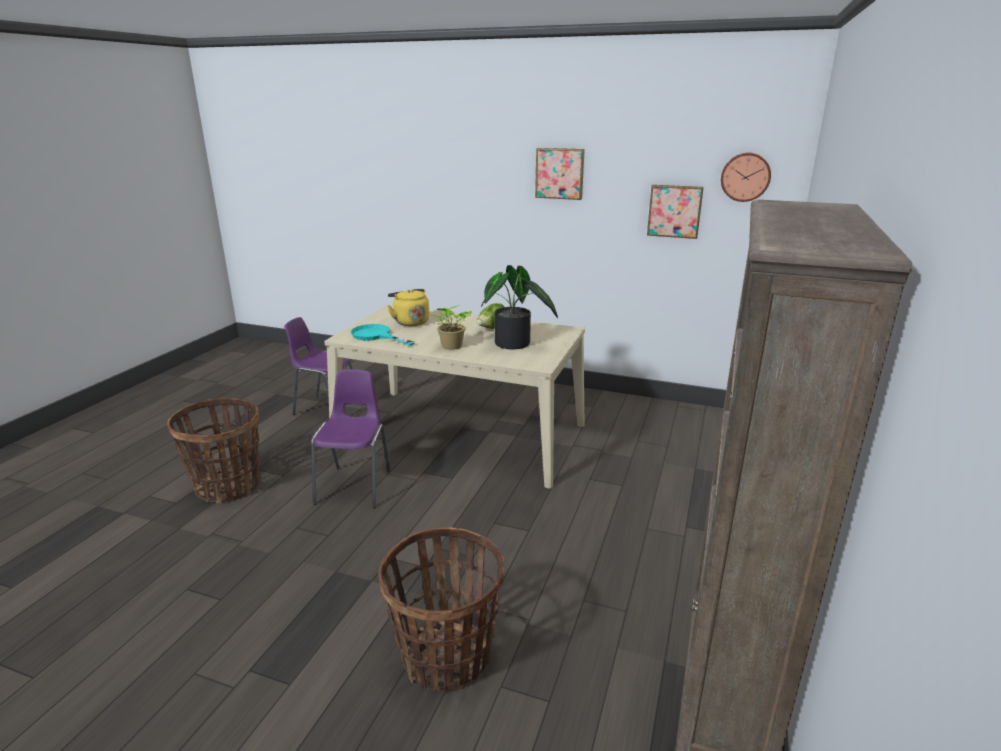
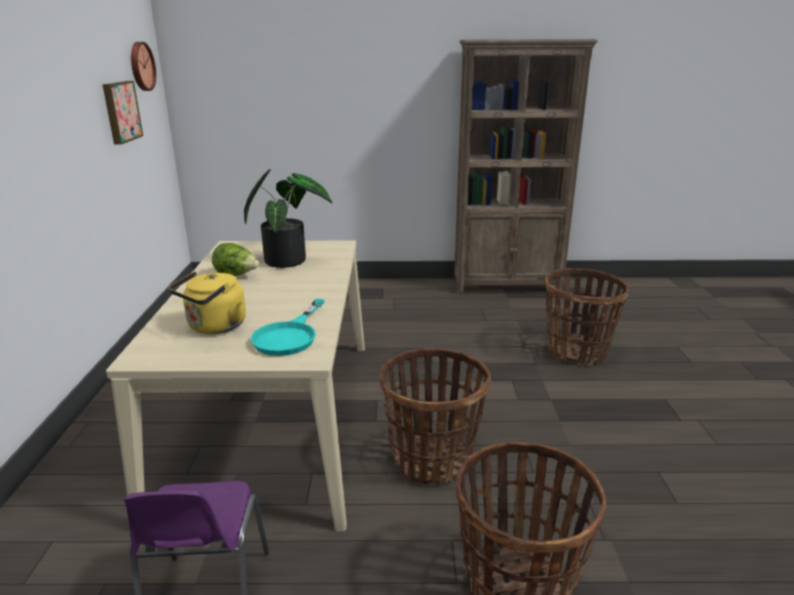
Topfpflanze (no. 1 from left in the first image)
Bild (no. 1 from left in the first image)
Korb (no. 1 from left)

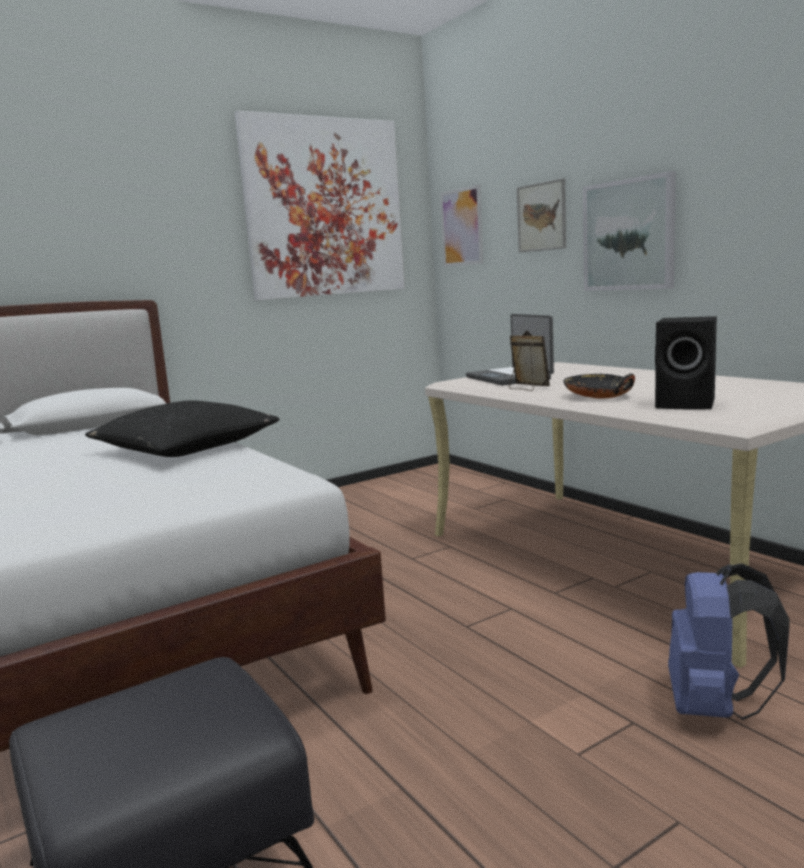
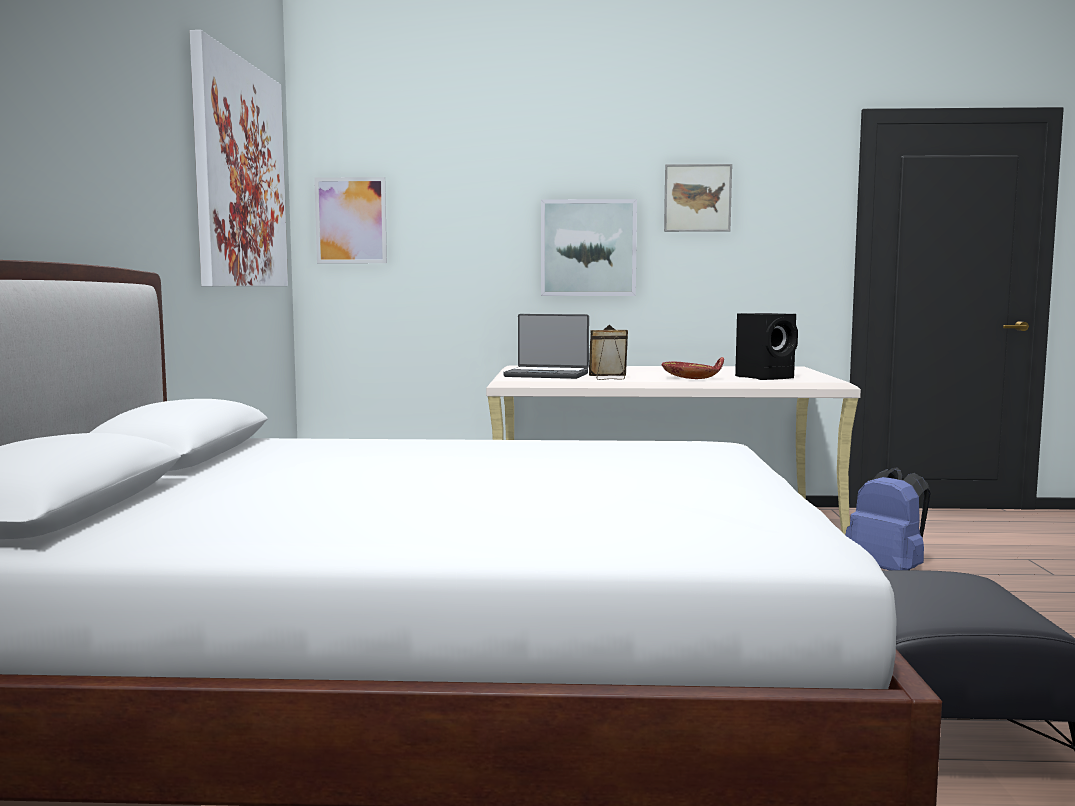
Kissen/schwarz
Bild (no. 4 from left)
Schüssel/rot

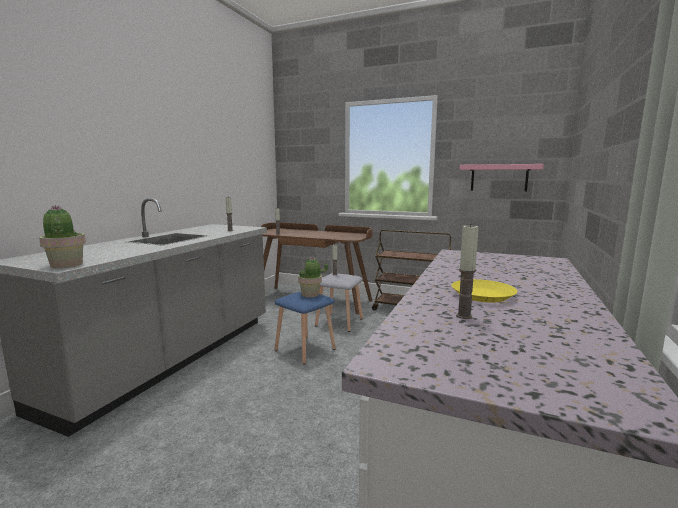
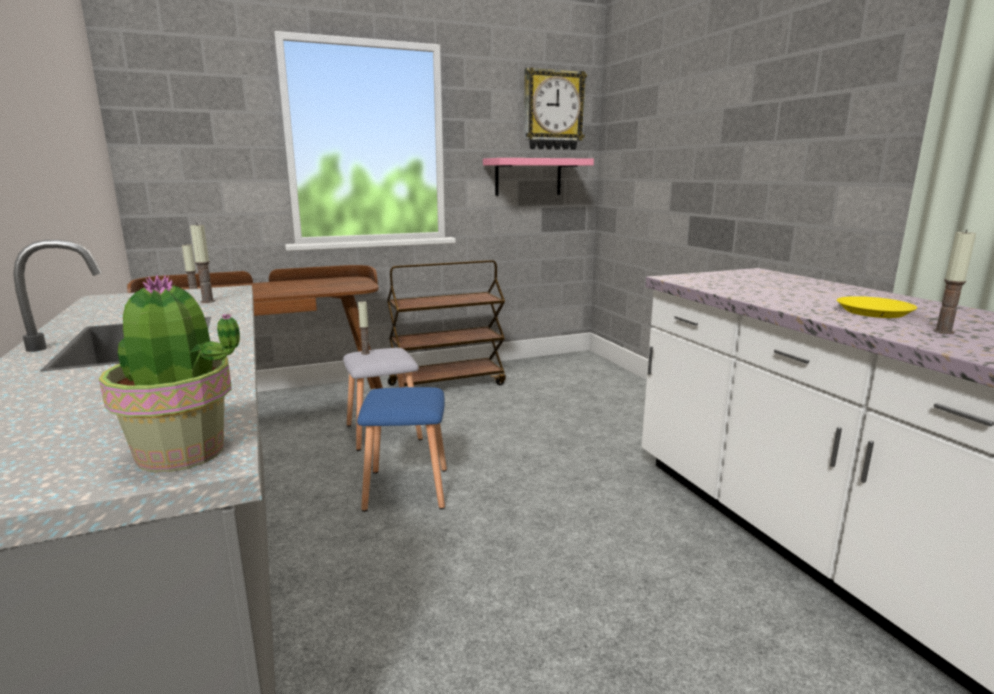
Topfpflanze (no. 2 from left in the first image)
Wanduhr

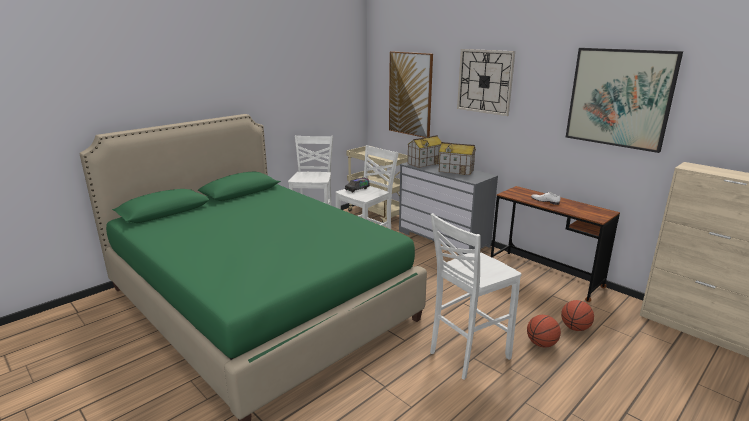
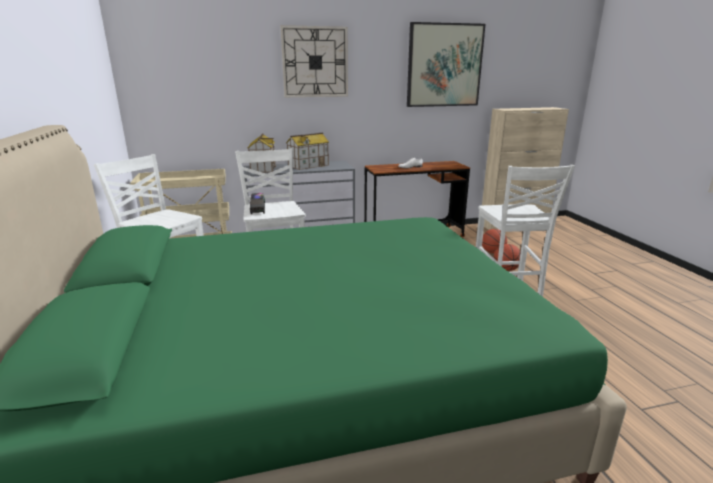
Bild (no. 1 from left in the first image)

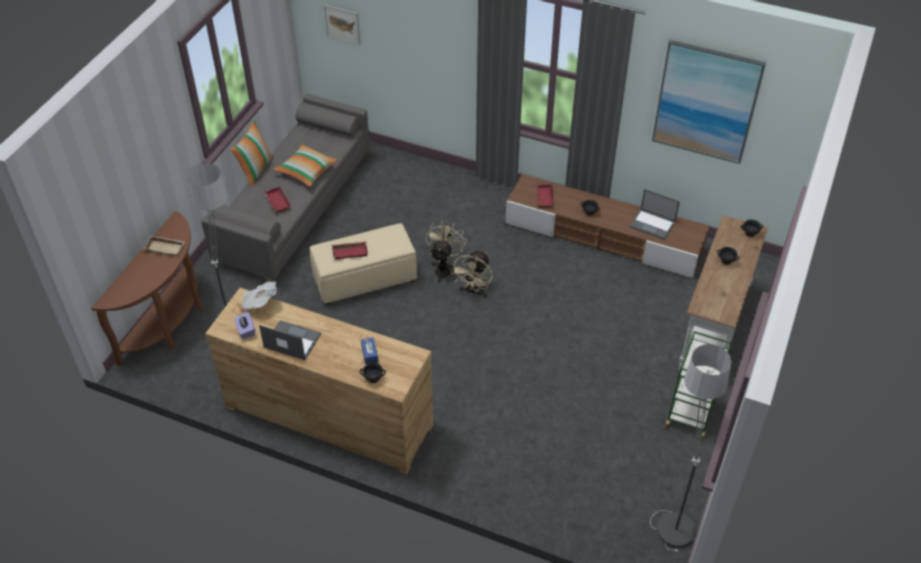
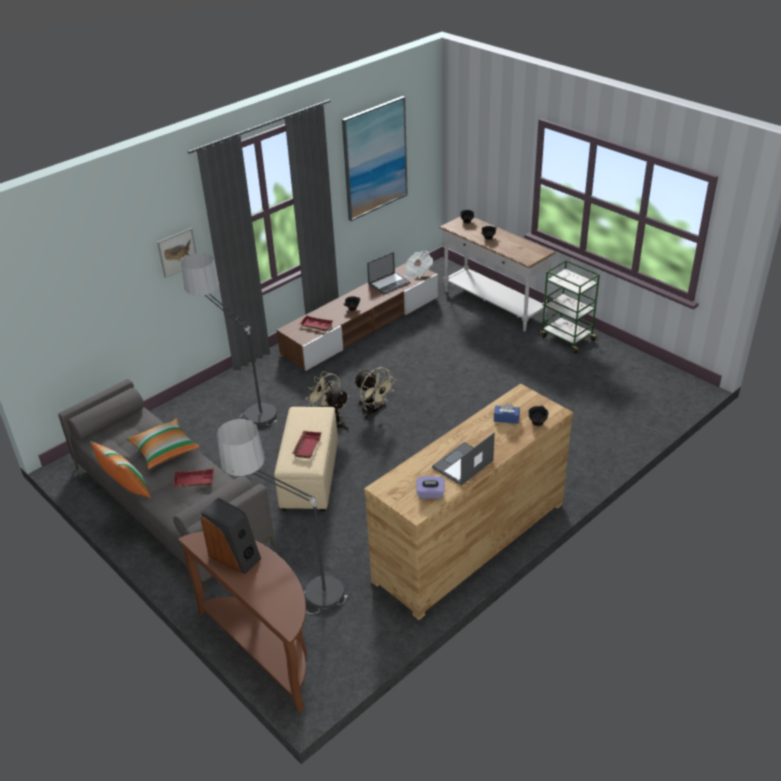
Zeitung
Bild (no. 1 from left)
Stehlampe (no. 1 from left)
Lautsprecher

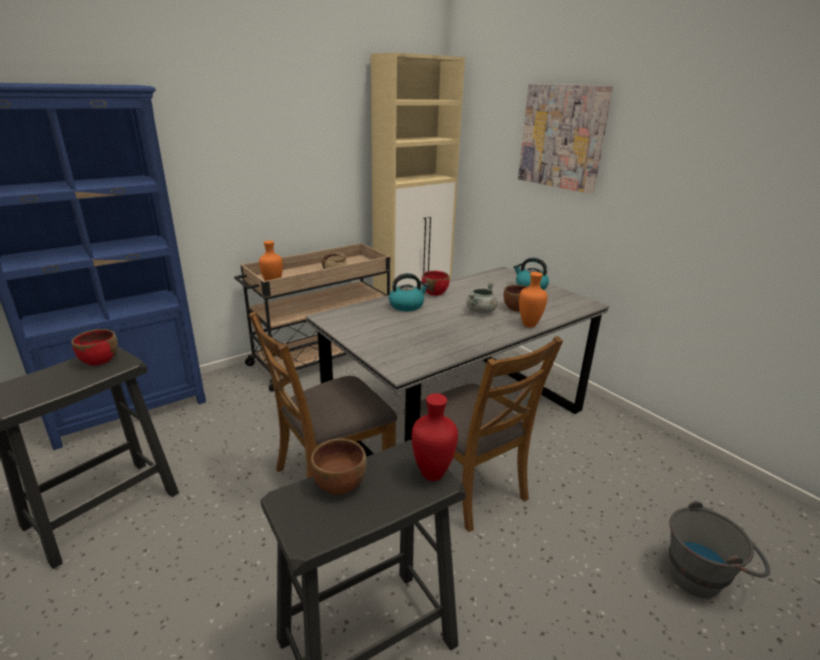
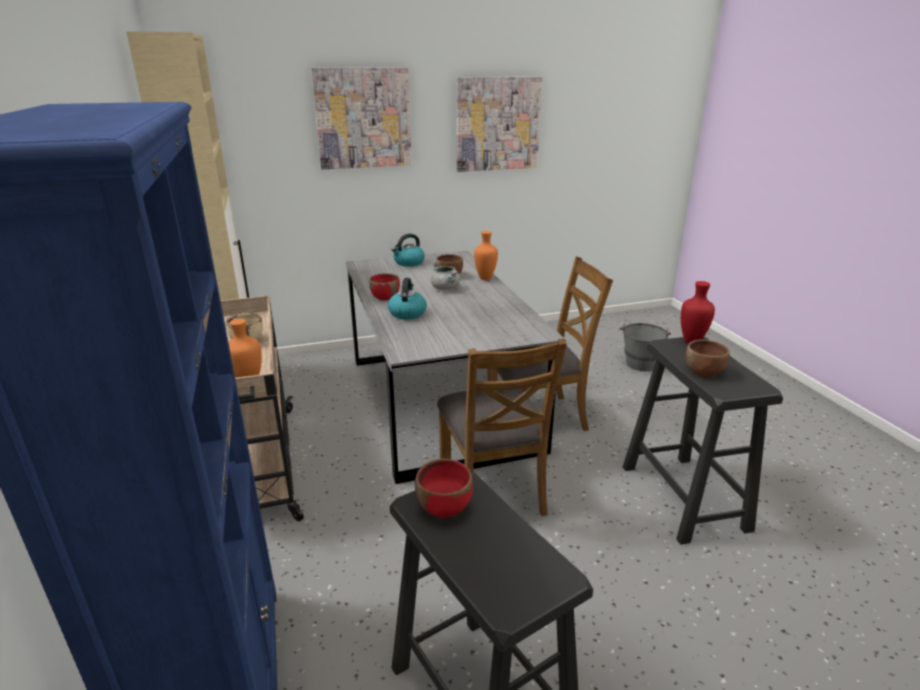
Bild (no. 2 from left)

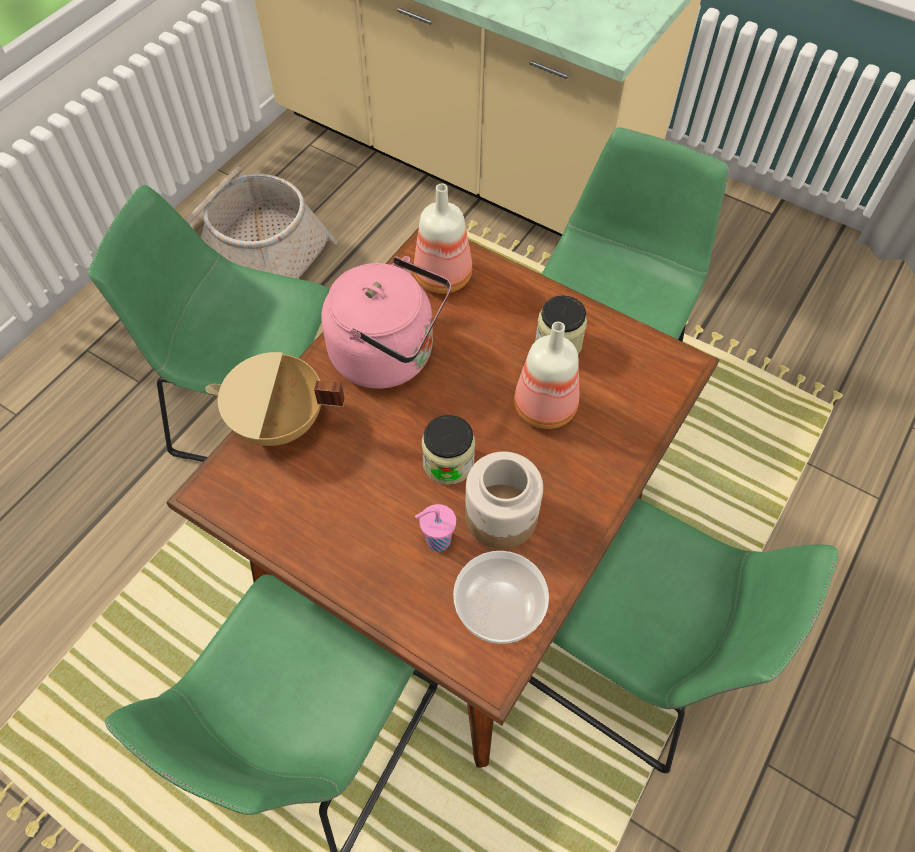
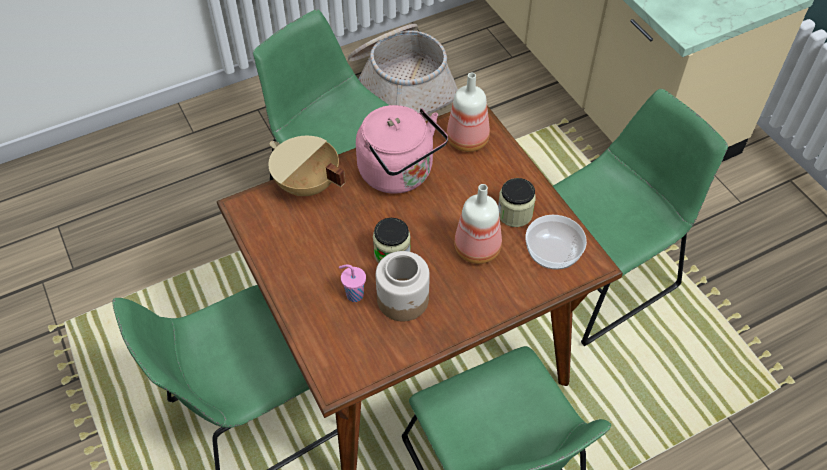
Schüssel

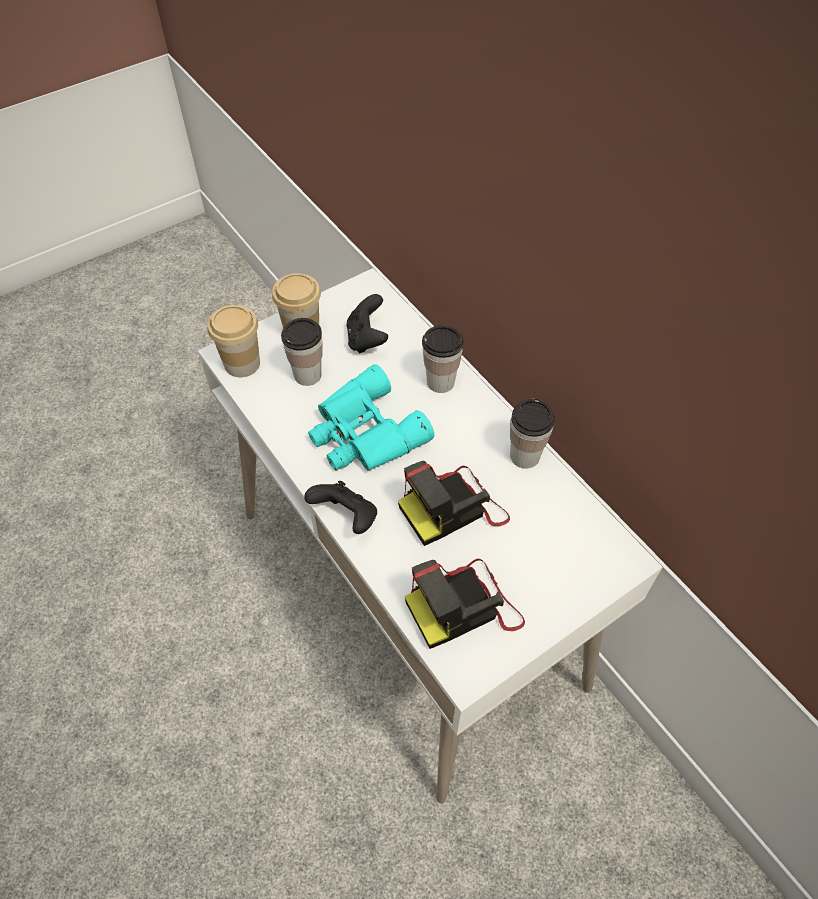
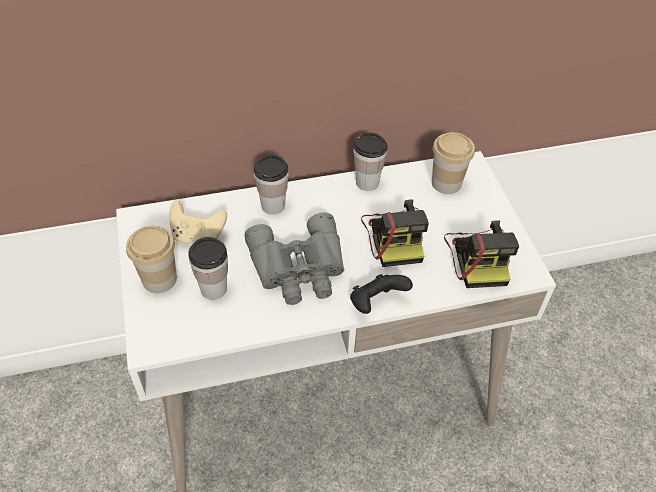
Tasse (no. 5 from left)
Fernglas/grau
Gamepad/beige

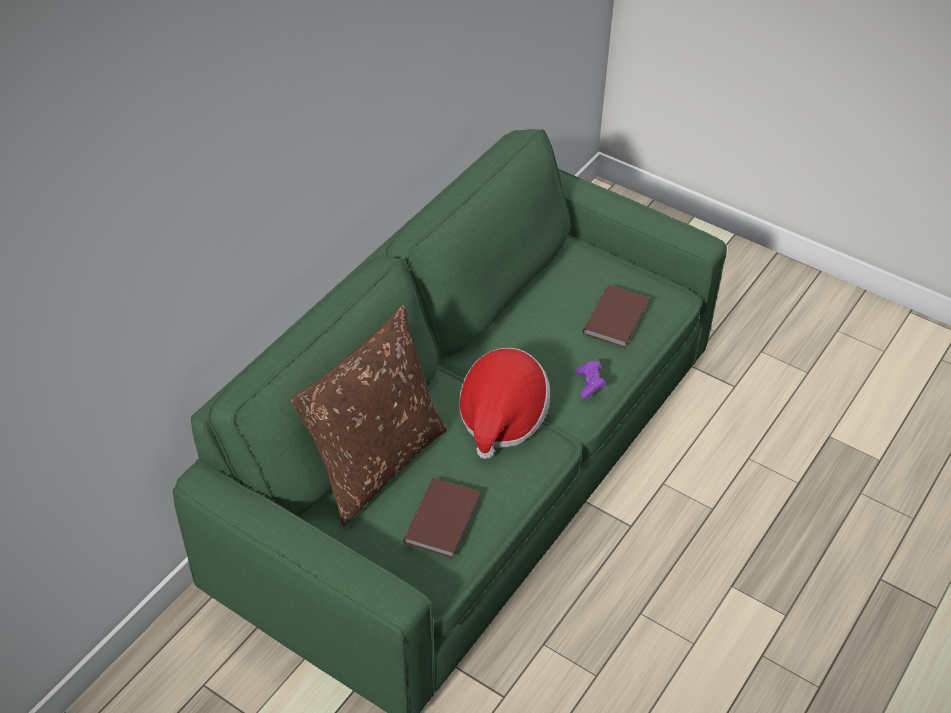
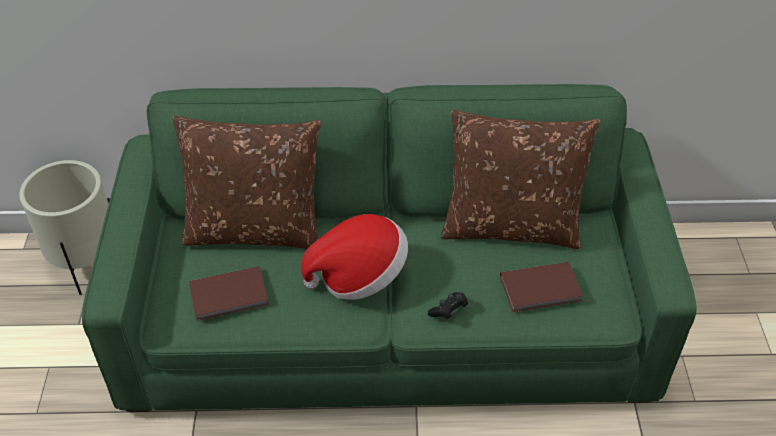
Pflanzkübel/beige
Kissen/braun (no. 2 from left)
Gamepad/schwarz

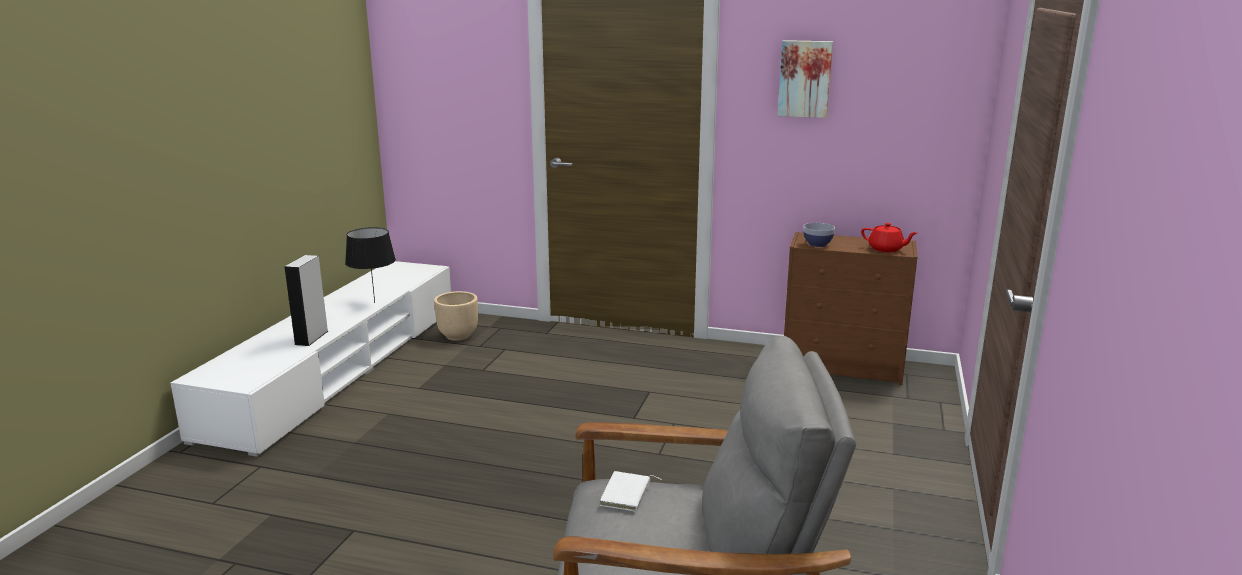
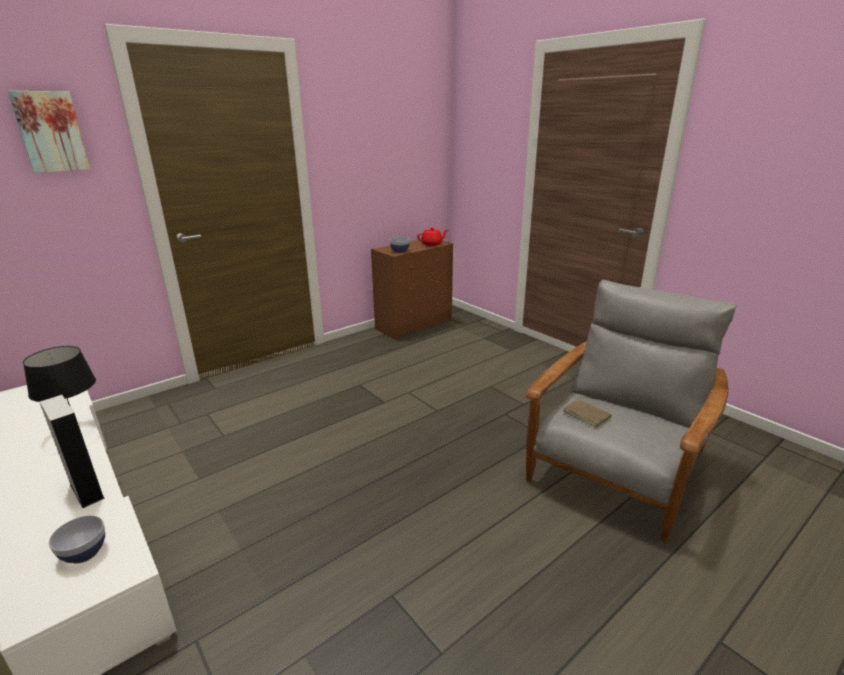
Pflanzkübel/beige
Schüssel (no. 1 from left)
Bild
Buch/braun

